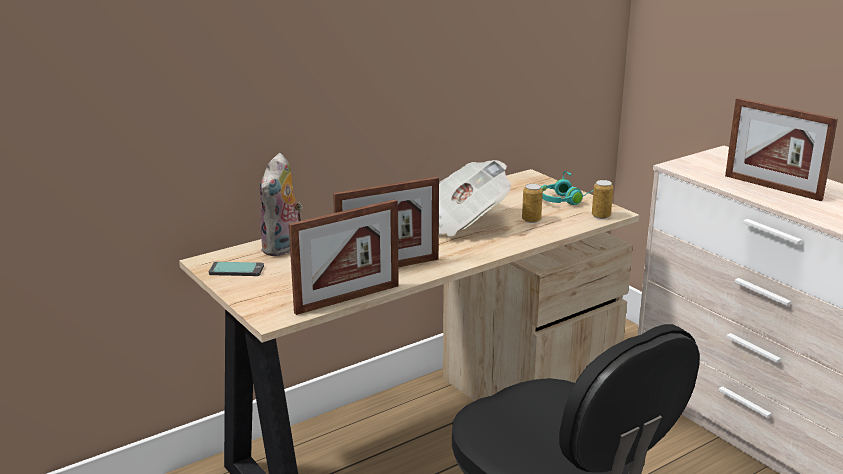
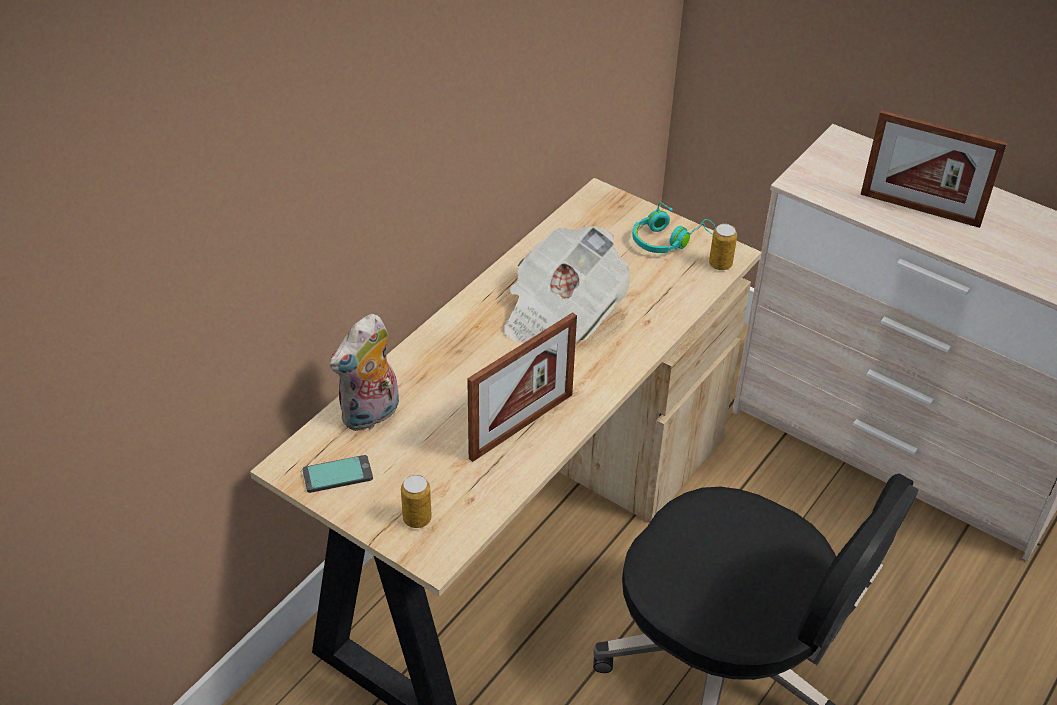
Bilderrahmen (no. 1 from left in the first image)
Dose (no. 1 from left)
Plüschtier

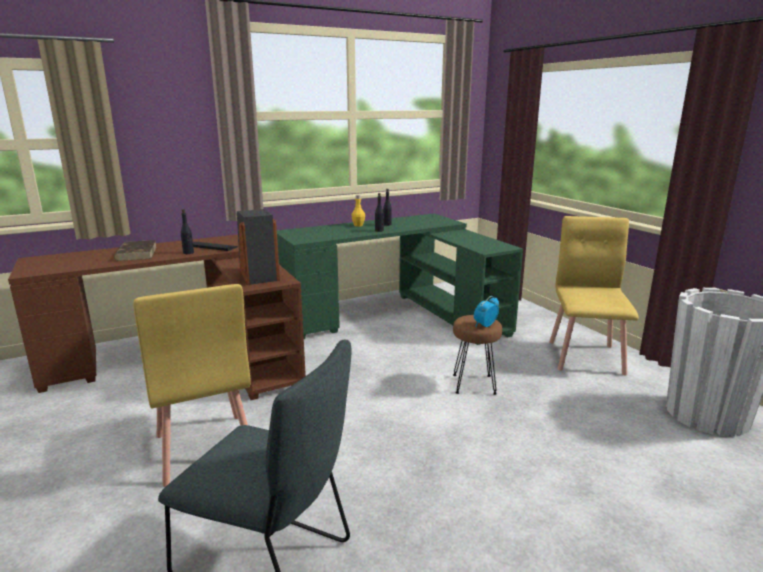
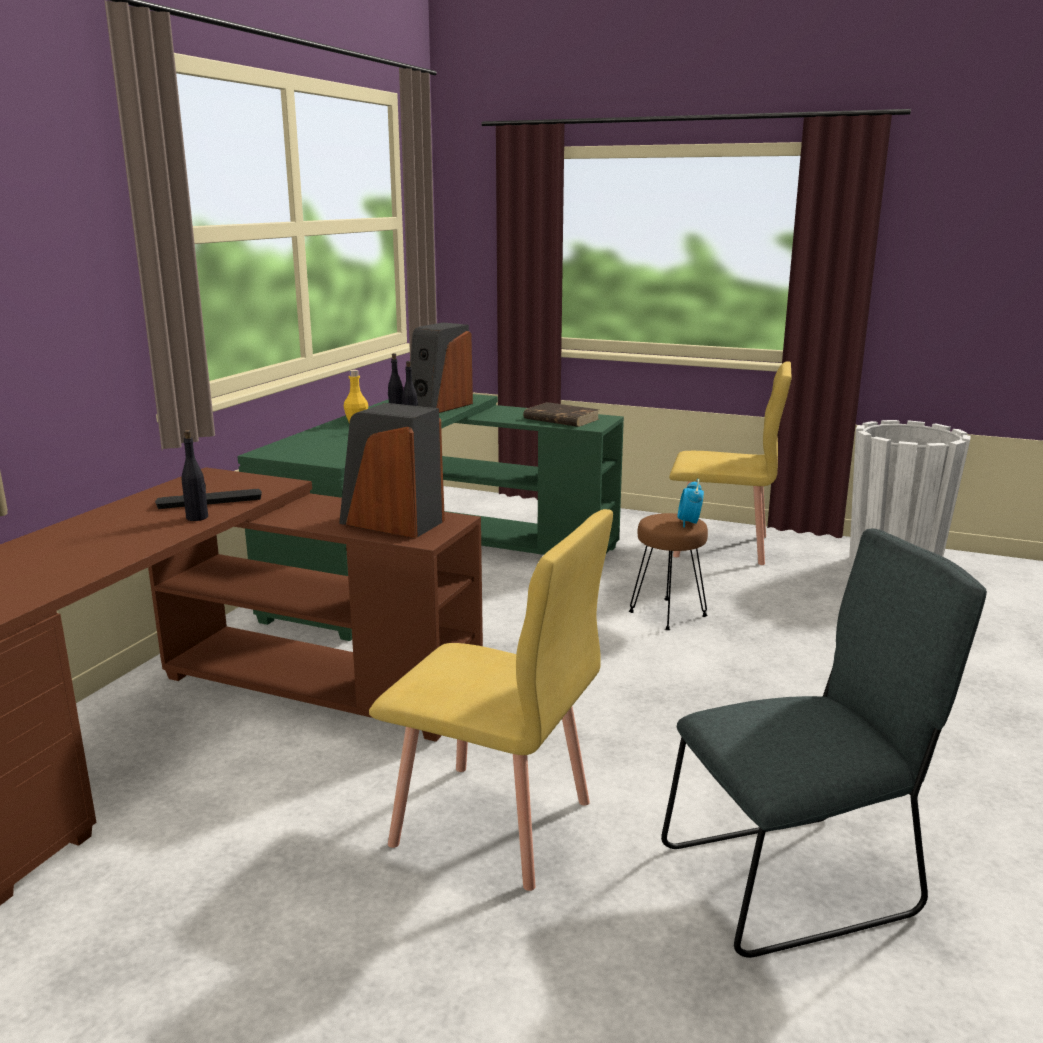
Lautsprecher (no. 2 from left)
Buch/braun
Stuhl/gelb (no. 2 from left)

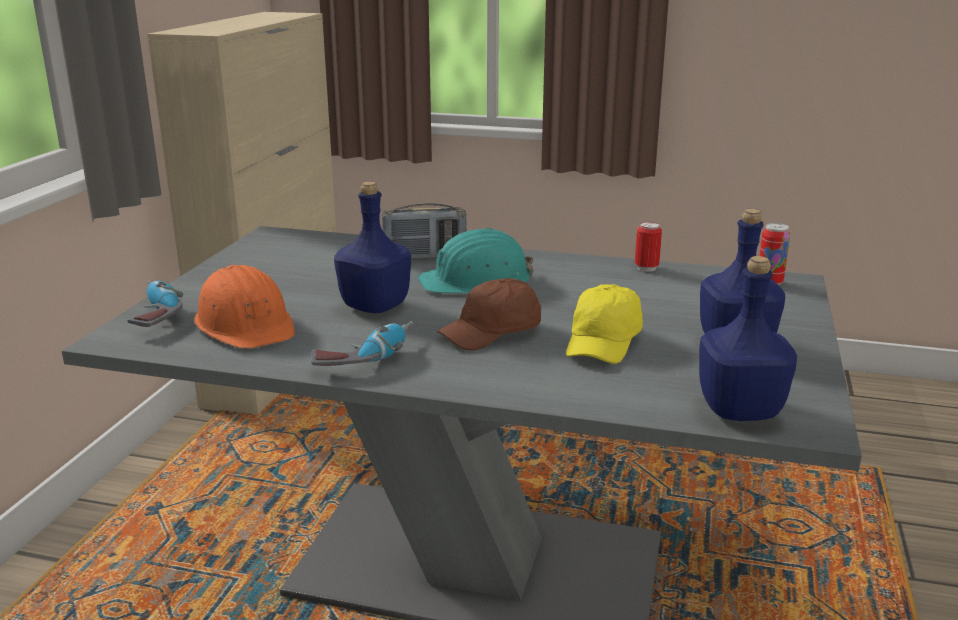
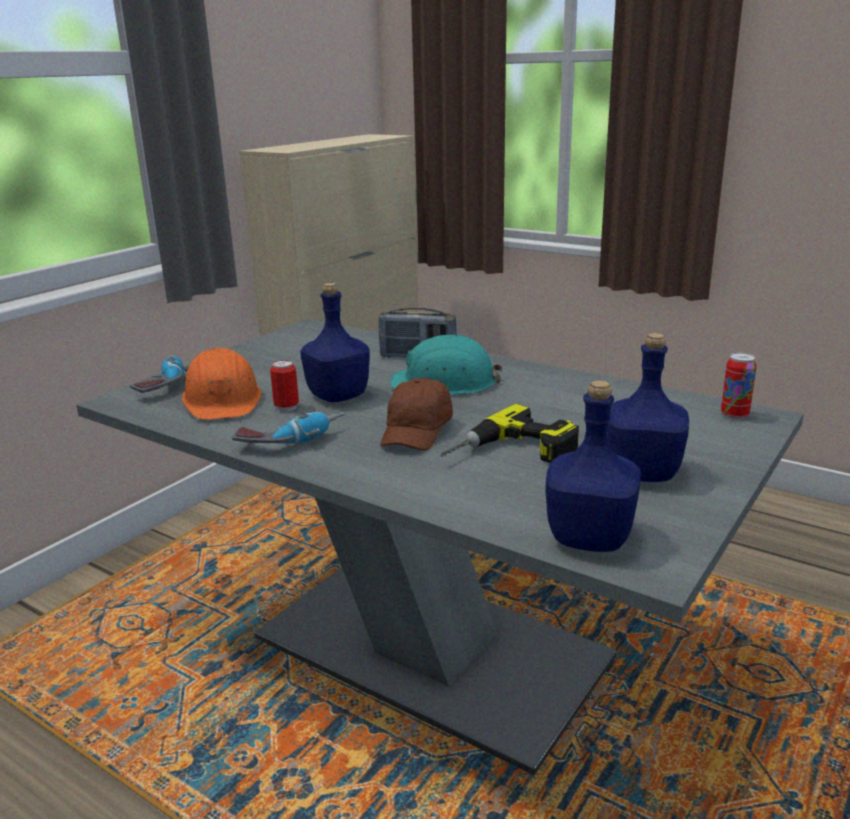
Dose (no. 1 from left)
Bohrmaschine (no. 3 from left)
Kappe/braun

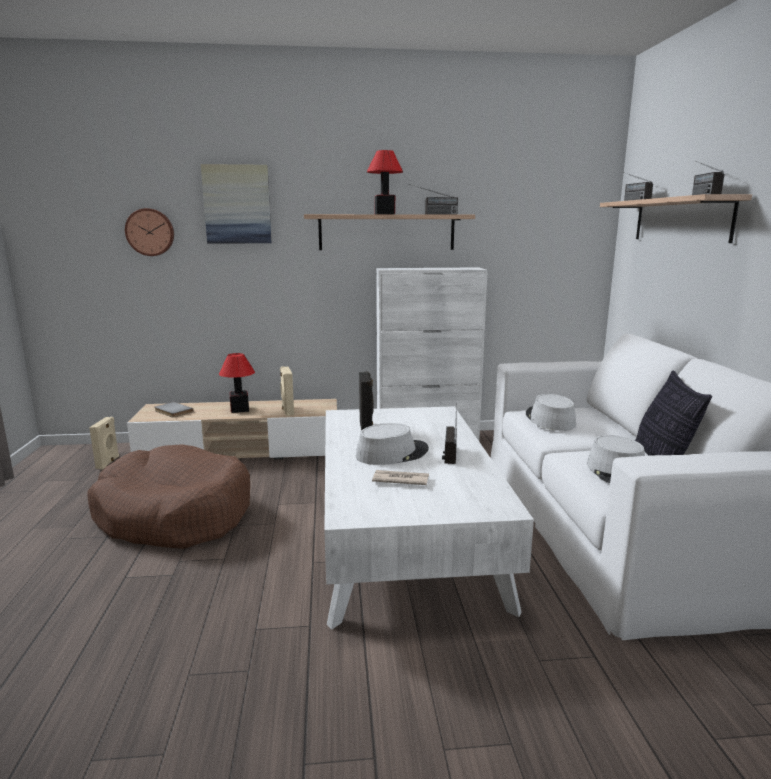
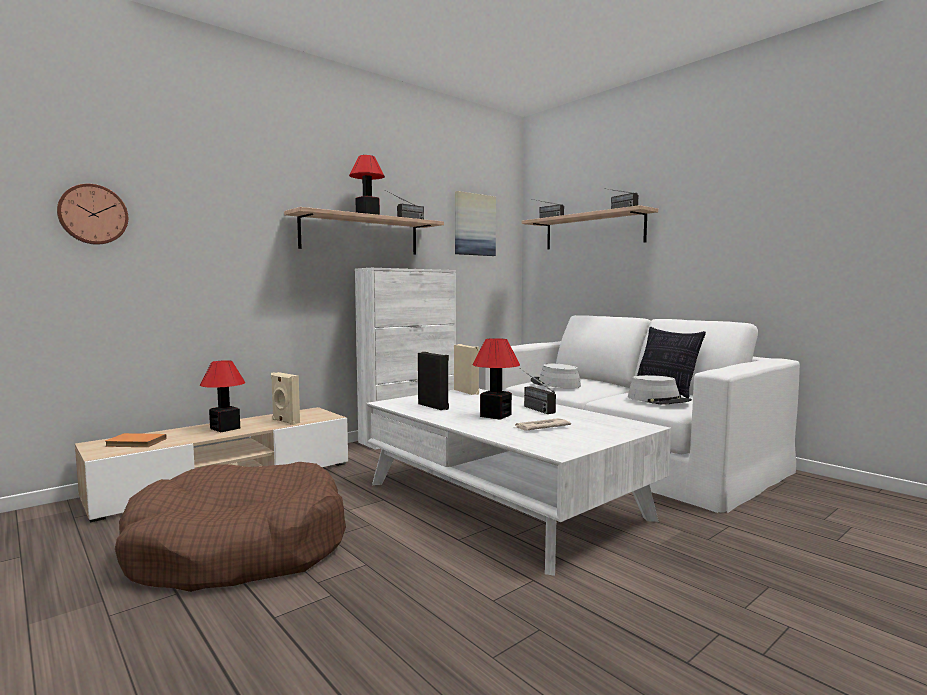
Lautsprecher/beige (no. 2 from left)
Bild
Tischlampe (no. 3 from left)
Buch/orange

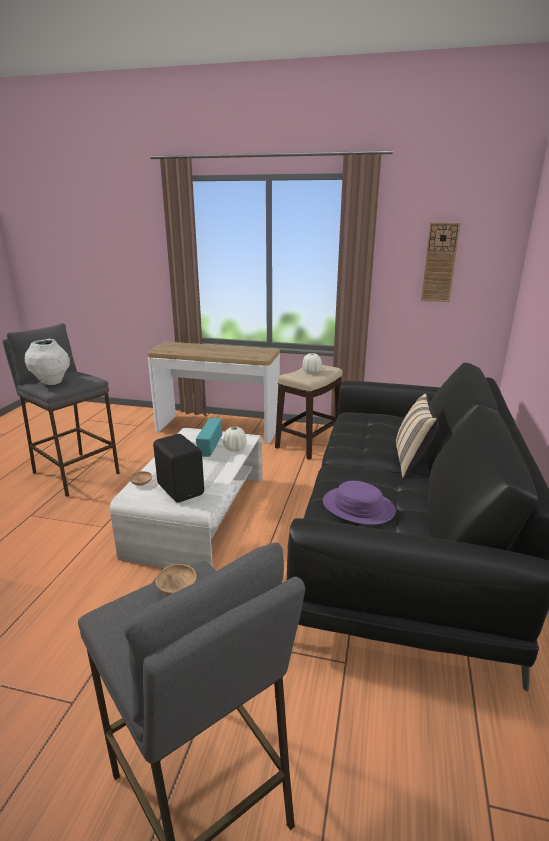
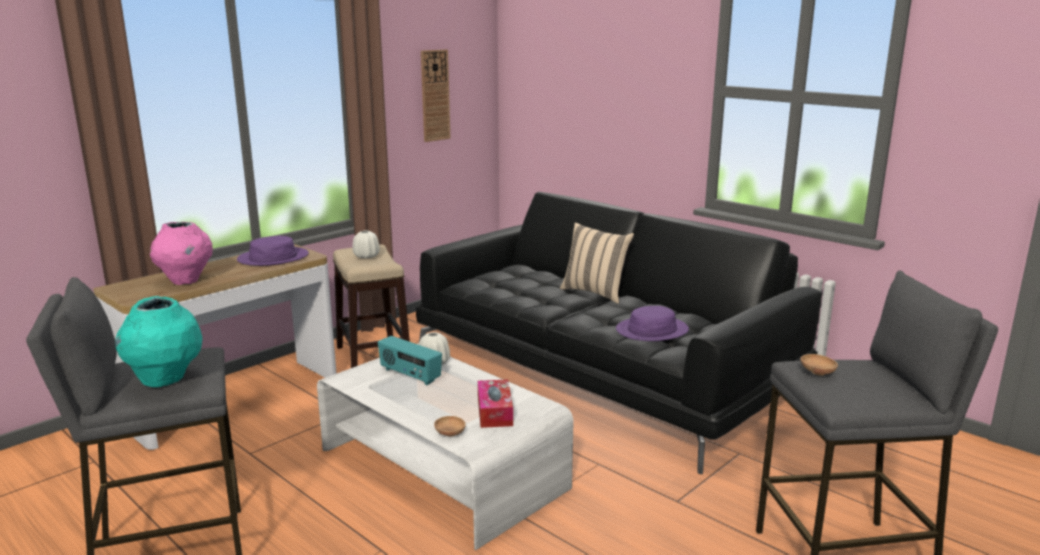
Vase/rosa
Hut/lila (no. 1 from left)
Taschentuchbox
Vase/türkis

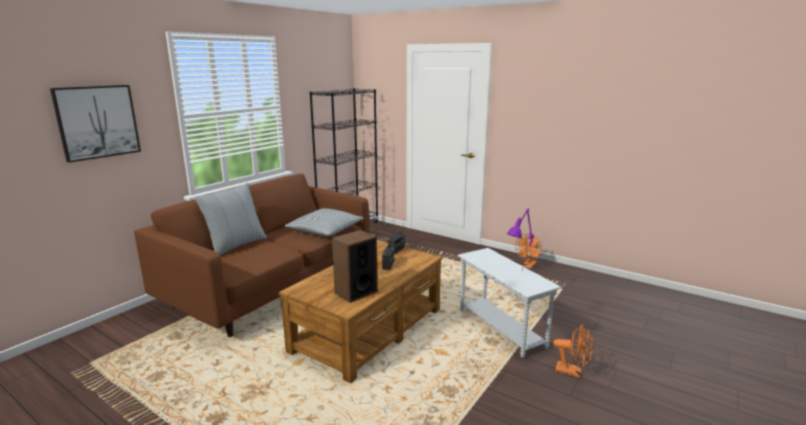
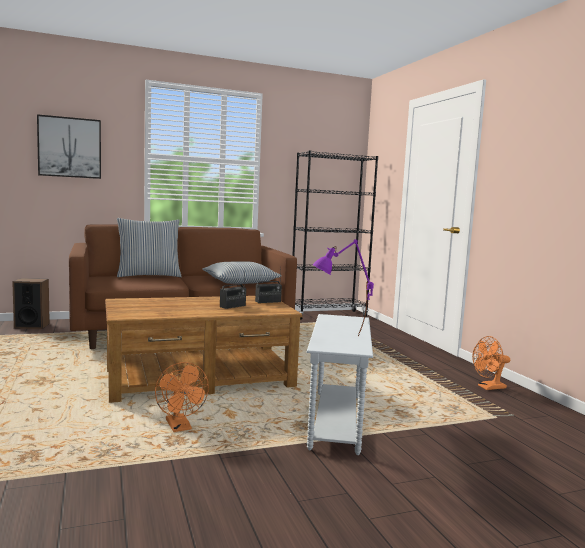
Lautsprecher
Ventilator/orange (no. 1 from left)

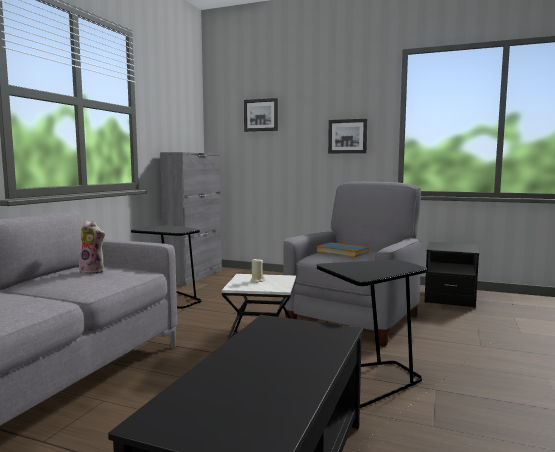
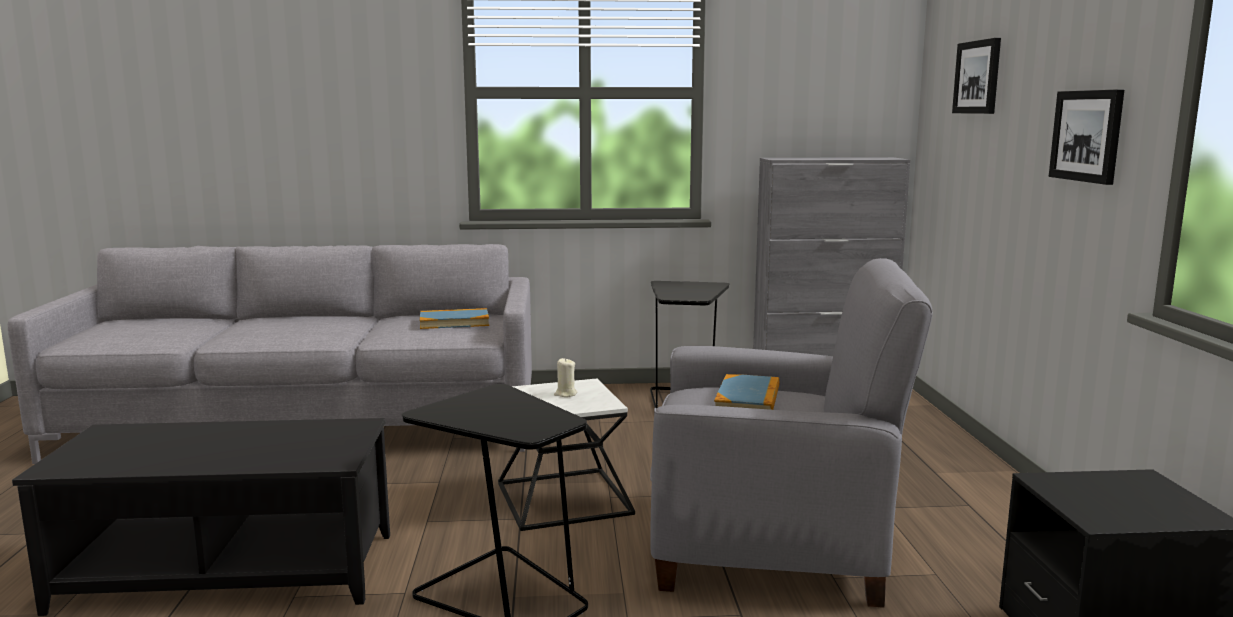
Buch (no. 1 from left)

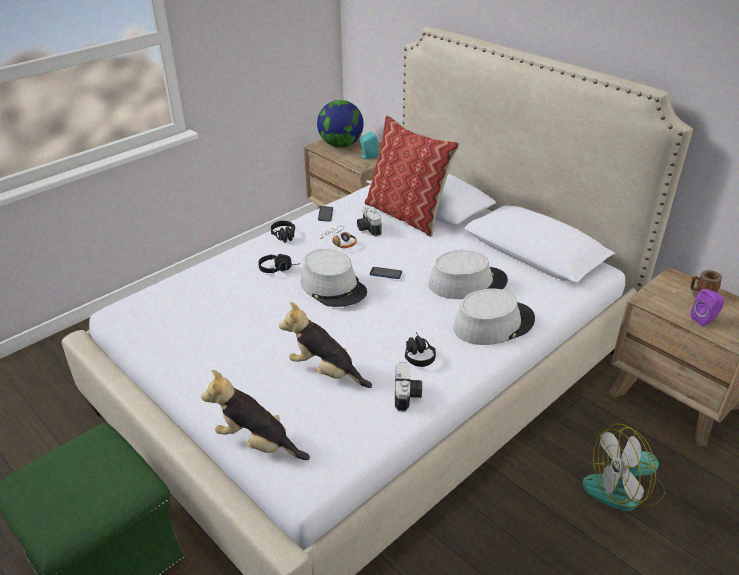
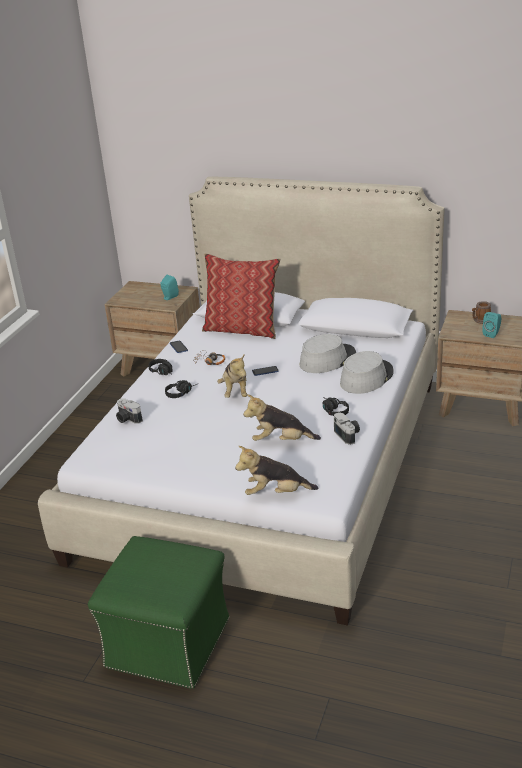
Globus
Ventilator
Kamera (no. 1 from left)
Plüschtier (no. 1 from left)
Lautsprecher/türkis (no. 2 from left)

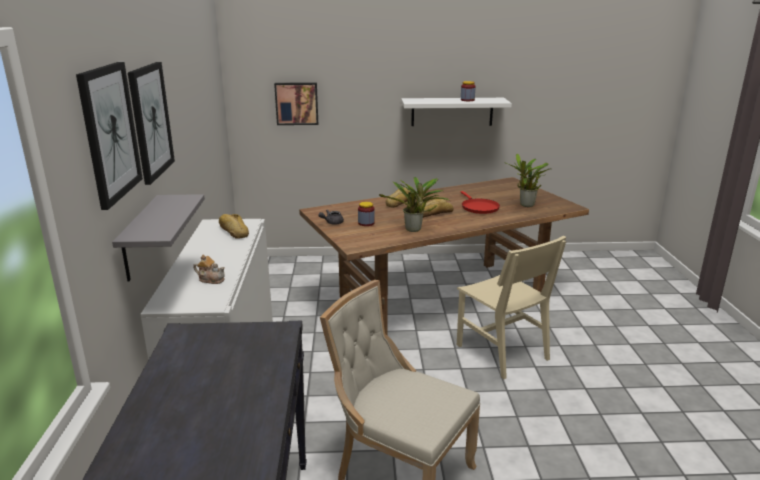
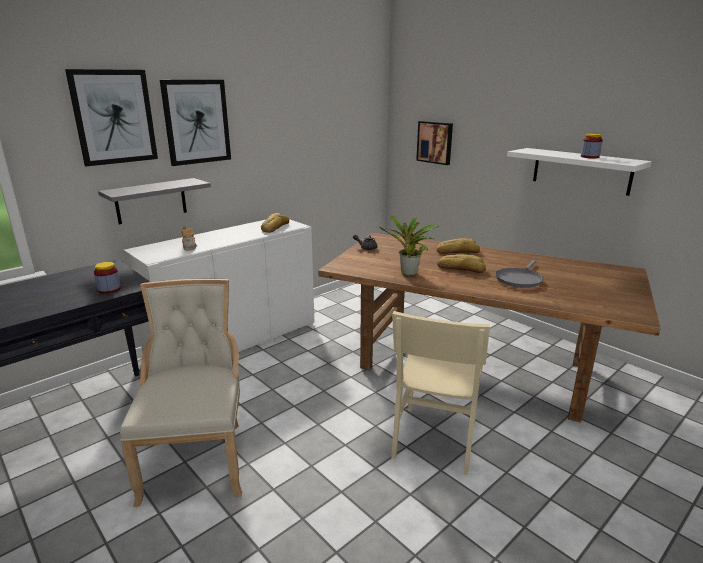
Topfpflanze (no. 2 from left in the first image)
Vorratsglas (no. 1 from left)
Pfanne/grau

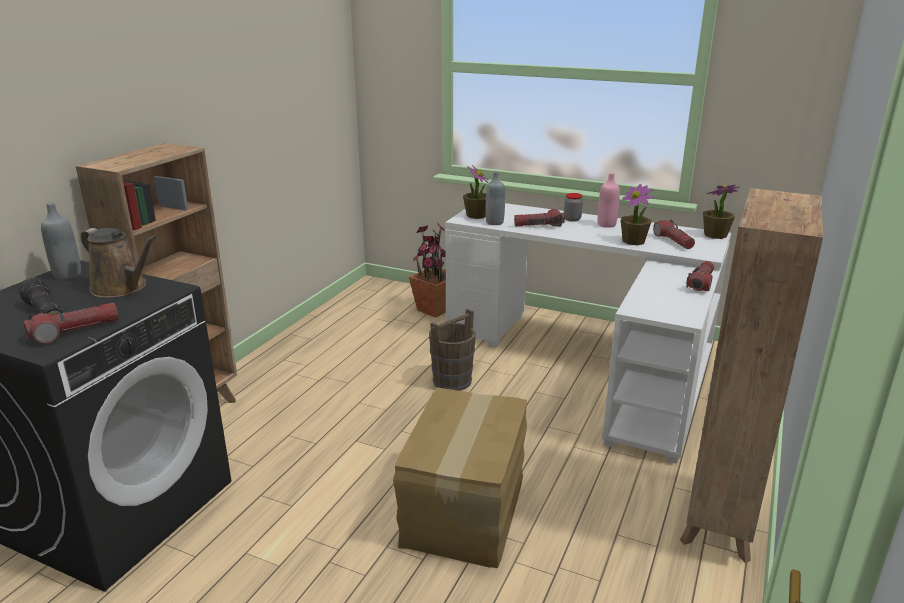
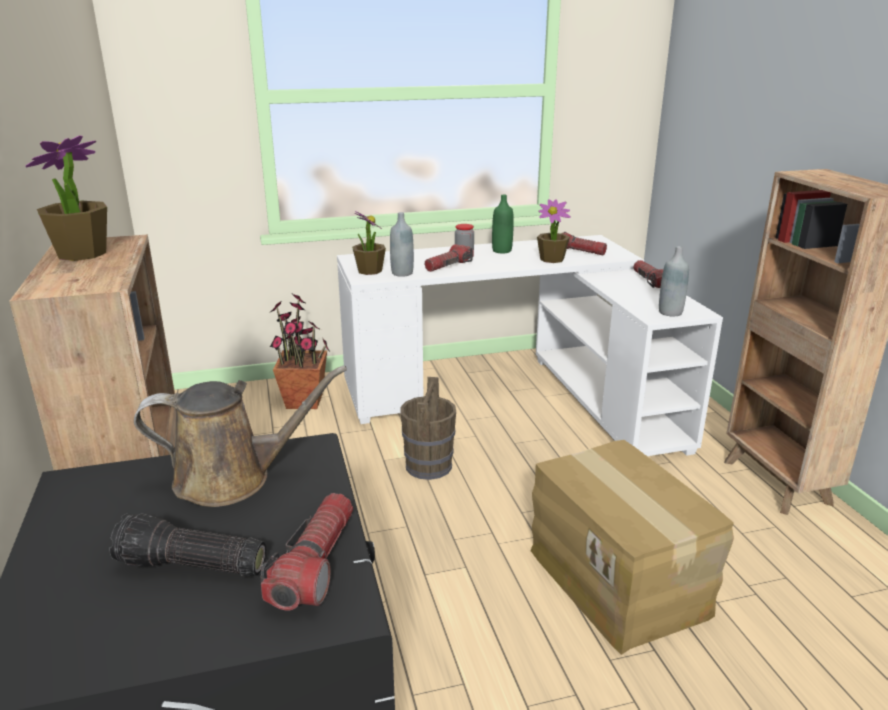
Flasche/grau (no. 2 from left)
Topfpflanze (no. 1 from left)
Flasche/grün

